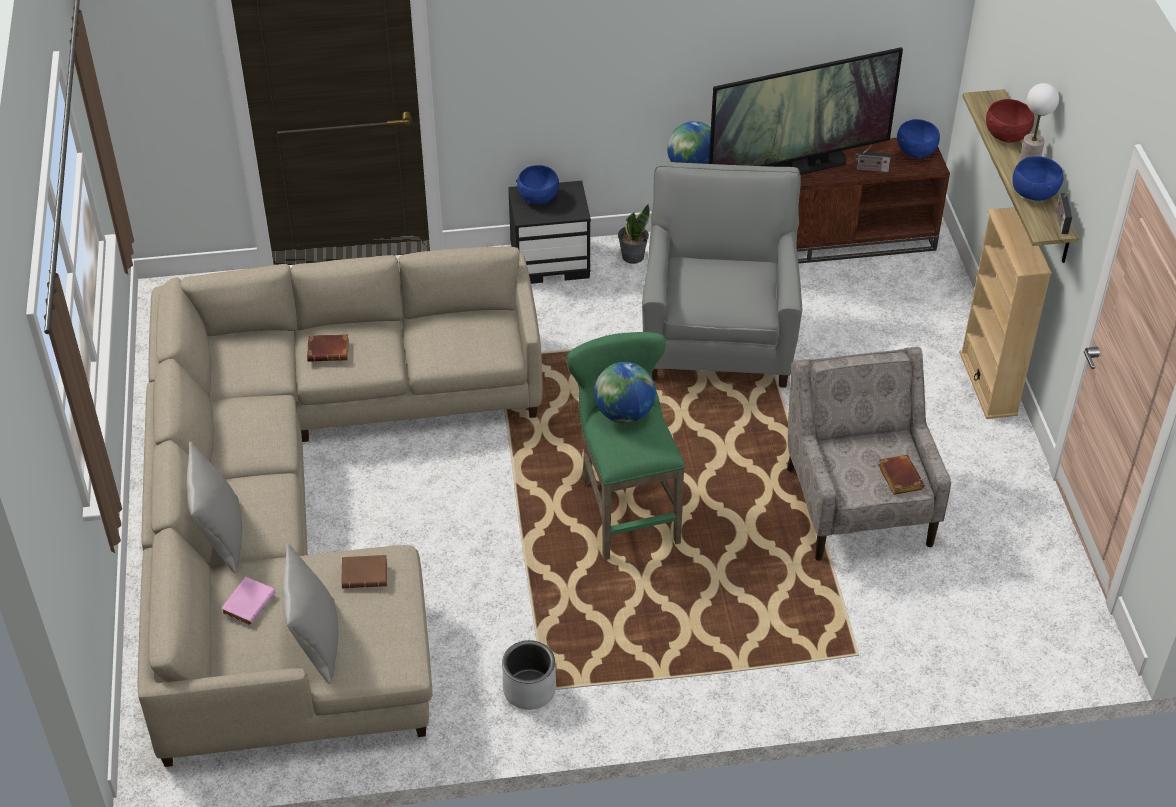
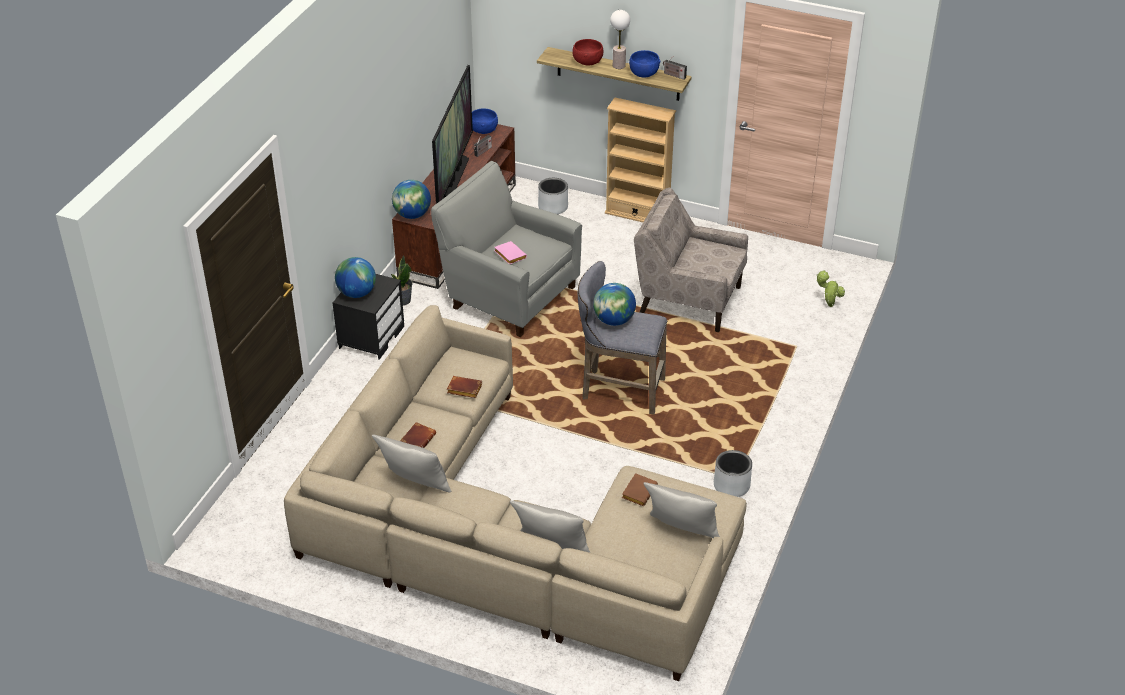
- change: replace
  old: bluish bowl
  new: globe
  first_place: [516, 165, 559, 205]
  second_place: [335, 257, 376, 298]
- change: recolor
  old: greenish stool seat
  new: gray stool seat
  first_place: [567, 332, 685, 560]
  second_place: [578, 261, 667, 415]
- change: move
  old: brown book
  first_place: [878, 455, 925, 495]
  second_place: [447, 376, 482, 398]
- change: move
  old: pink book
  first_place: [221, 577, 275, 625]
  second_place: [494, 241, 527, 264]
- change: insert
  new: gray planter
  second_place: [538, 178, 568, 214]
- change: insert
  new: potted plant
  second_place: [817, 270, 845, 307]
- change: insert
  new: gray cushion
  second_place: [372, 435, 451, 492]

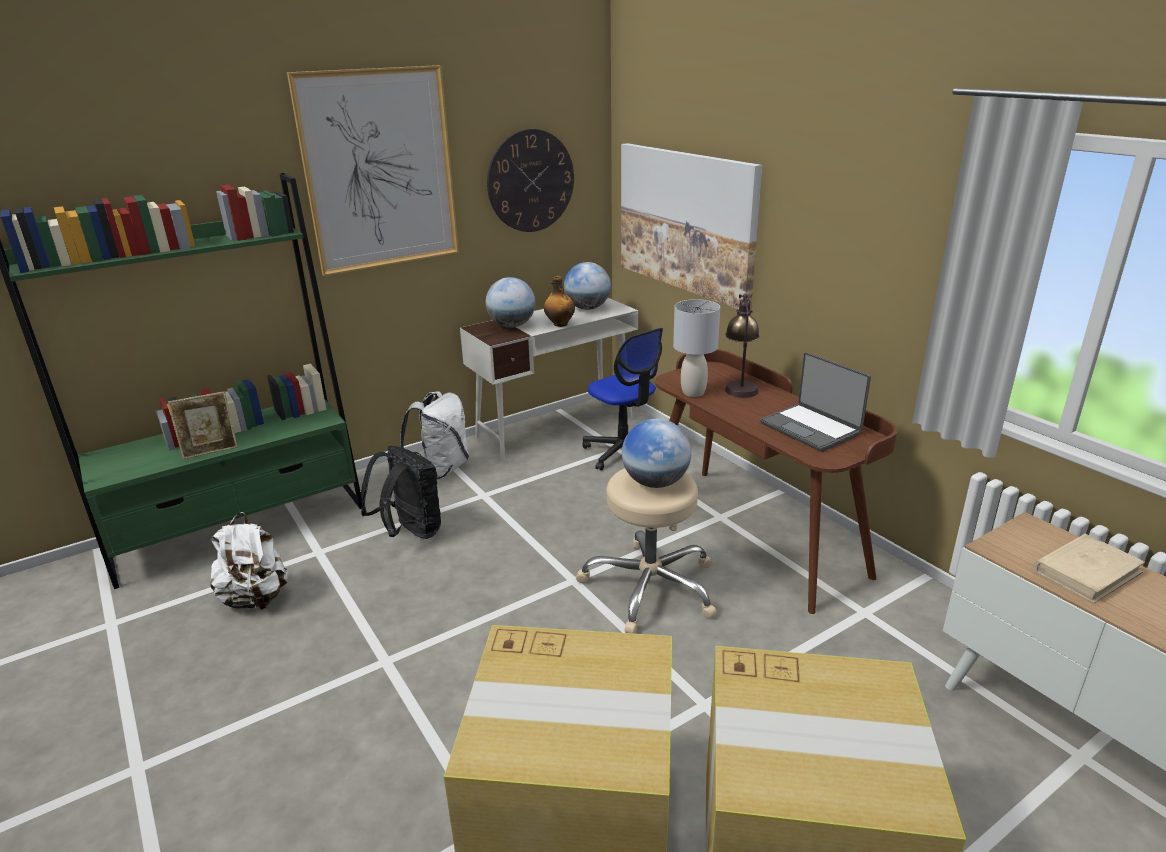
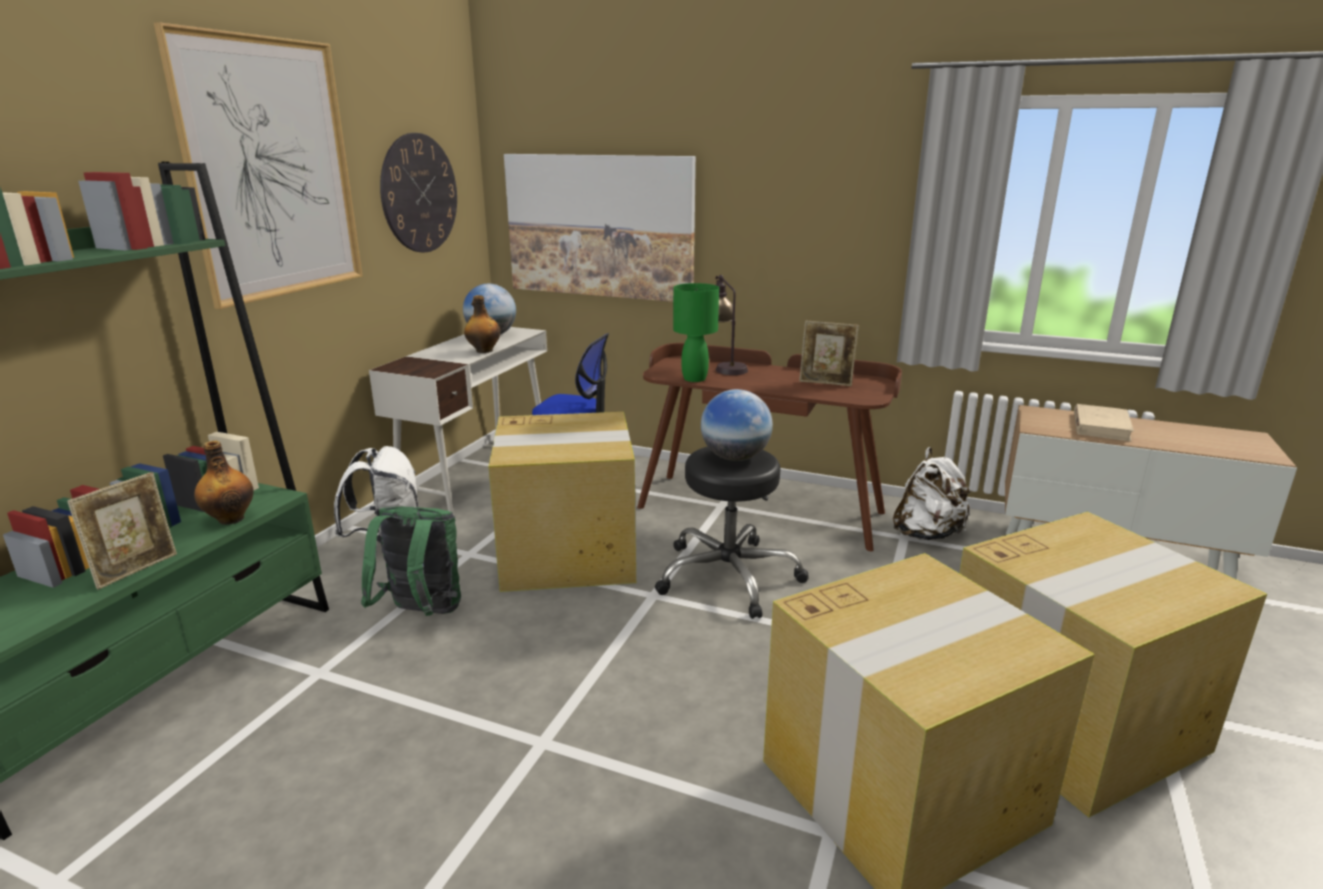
- change: delete
  old: globe
  first_place: [486, 277, 535, 327]
- change: recolor
  old: gray lamp for a table
  new: greenish lamp for a table
  first_place: [673, 299, 720, 397]
  second_place: [673, 283, 719, 382]
- change: replace
  old: laptop
  new: picture frame
  first_place: [760, 352, 871, 452]
  second_place: [799, 321, 859, 386]
- change: recolor
  old: black backpack
  new: greenish backpack
  first_place: [361, 446, 441, 539]
  second_place: [361, 507, 461, 616]
- change: recolor
  old: beige stool seat
  new: black stool seat
  first_place: [576, 468, 717, 634]
  second_place: [655, 447, 809, 619]
- change: move
  old: white-coloured backpack
  first_place: [210, 512, 288, 610]
  second_place: [893, 447, 972, 540]
- change: insert
  new: carton
  second_place: [488, 412, 636, 592]
- change: insert
  new: bottle
  second_place: [194, 440, 254, 525]

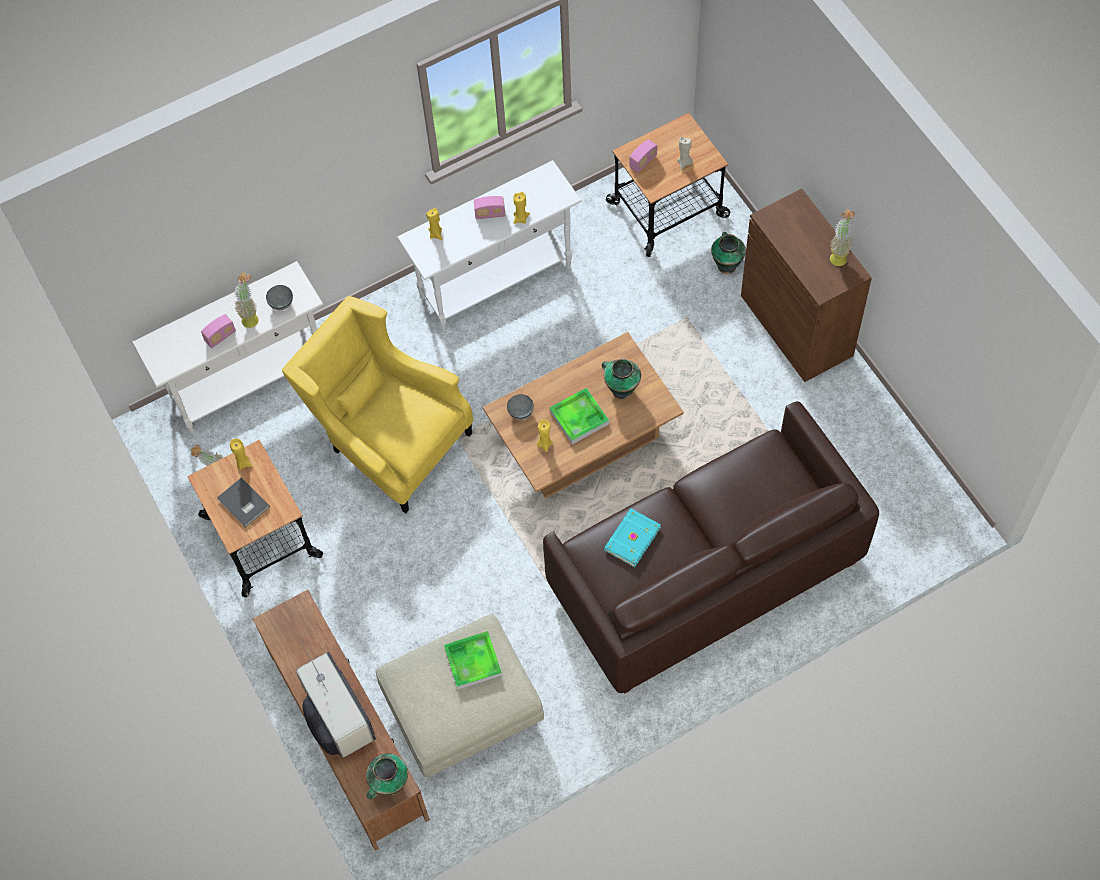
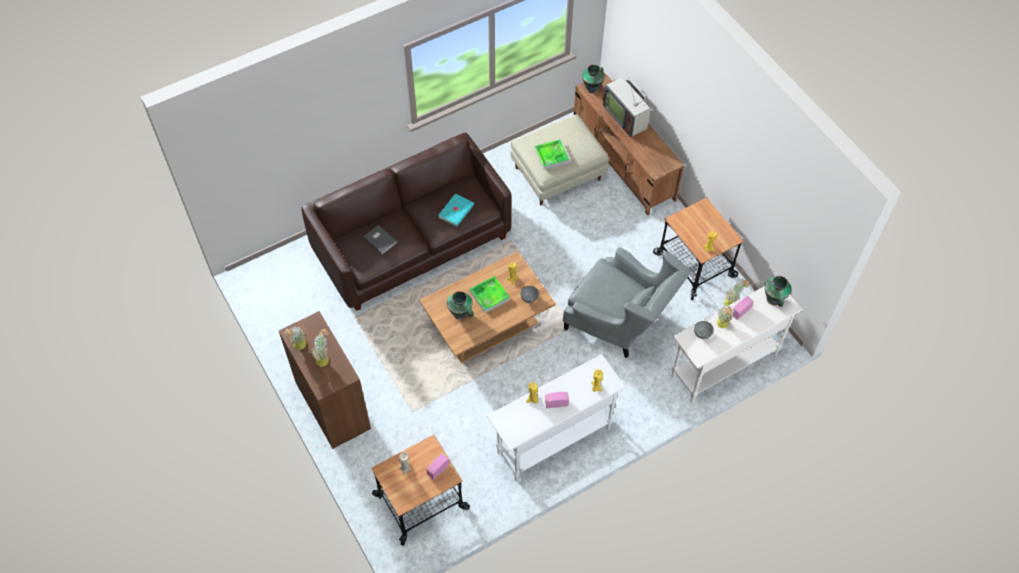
- change: move
  old: decorative vase
  first_place: [711, 232, 746, 274]
  second_place: [765, 276, 791, 307]
- change: recolor
  old: yellowish lounge chair
  new: gray lounge chair
  first_place: [282, 296, 473, 513]
  second_place: [563, 247, 691, 358]
- change: move
  old: gray book
  first_place: [217, 478, 270, 527]
  second_place: [363, 225, 397, 255]
- change: insert
  new: potted plant
  second_place: [312, 328, 329, 367]

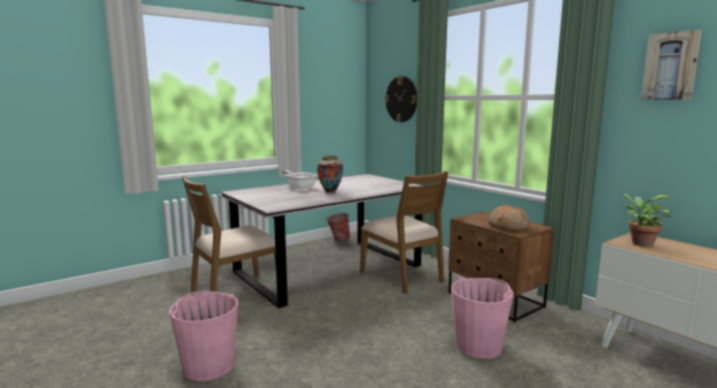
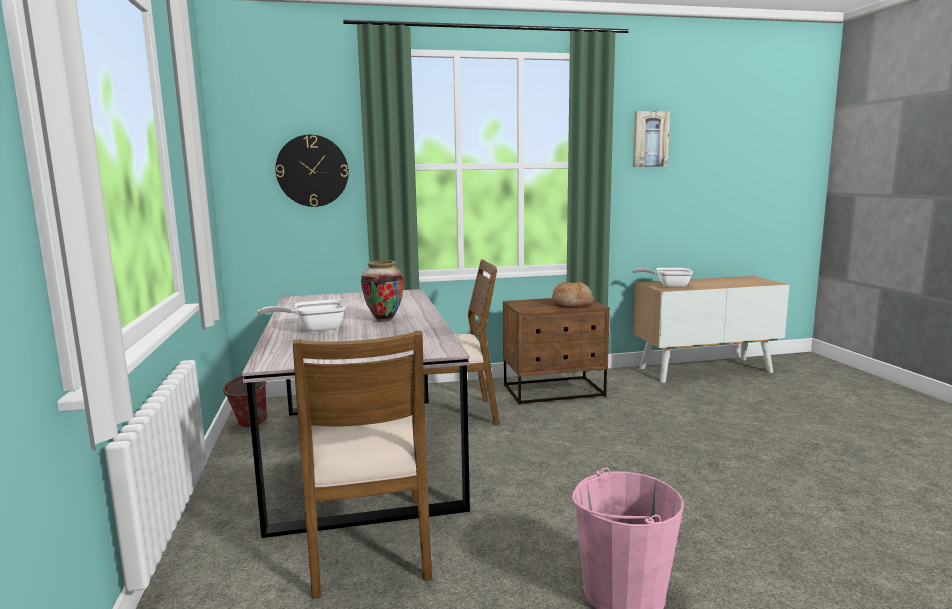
- change: replace
  old: potted plant
  new: frying pan
  first_place: [623, 194, 671, 247]
  second_place: [633, 268, 693, 288]
- change: delete
  old: pink bucket
  first_place: [451, 277, 513, 359]

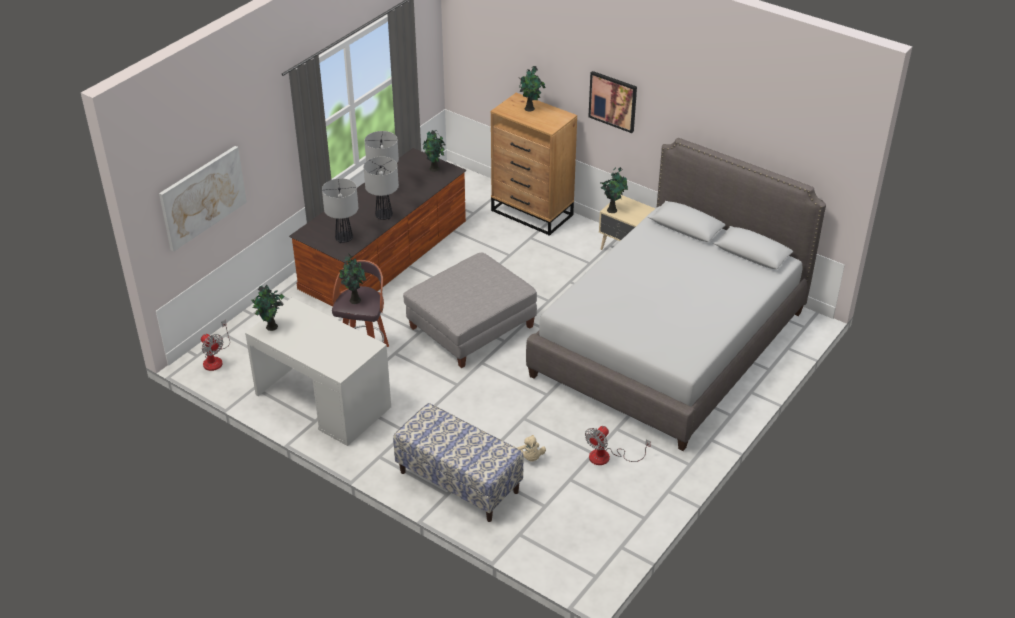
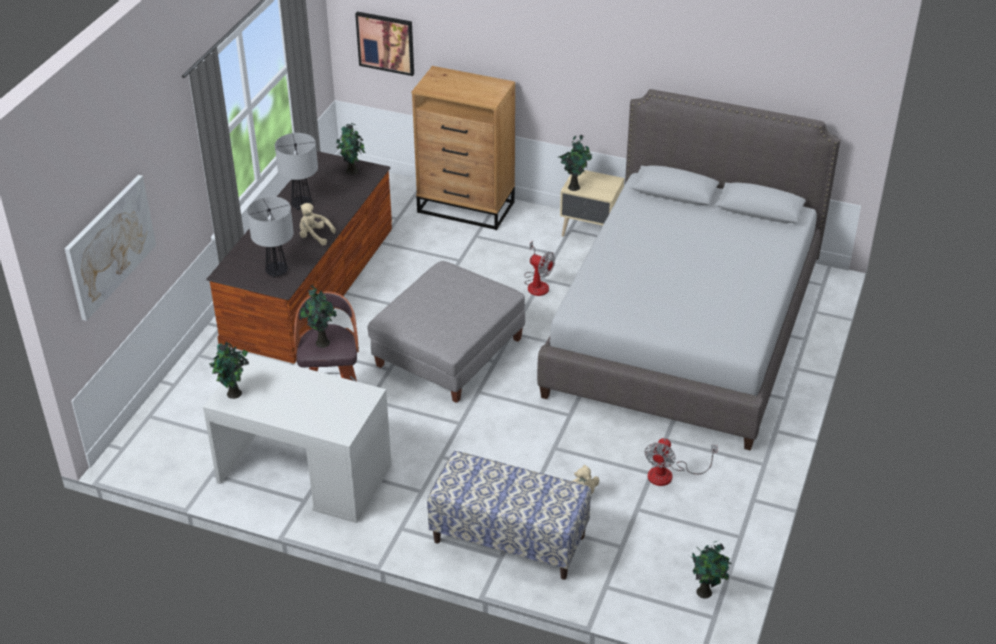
- change: move
  old: potted plant
  first_place: [519, 66, 546, 111]
  second_place: [692, 541, 731, 599]
- change: move
  old: wall picture
  first_place: [588, 71, 637, 133]
  second_place: [355, 12, 414, 76]
- change: replace
  old: lamp for a table
  new: beige plush toy
  first_place: [363, 156, 399, 220]
  second_place: [300, 203, 336, 245]
- change: move
  old: electric fan
  first_place: [201, 320, 230, 371]
  second_place: [524, 241, 555, 296]

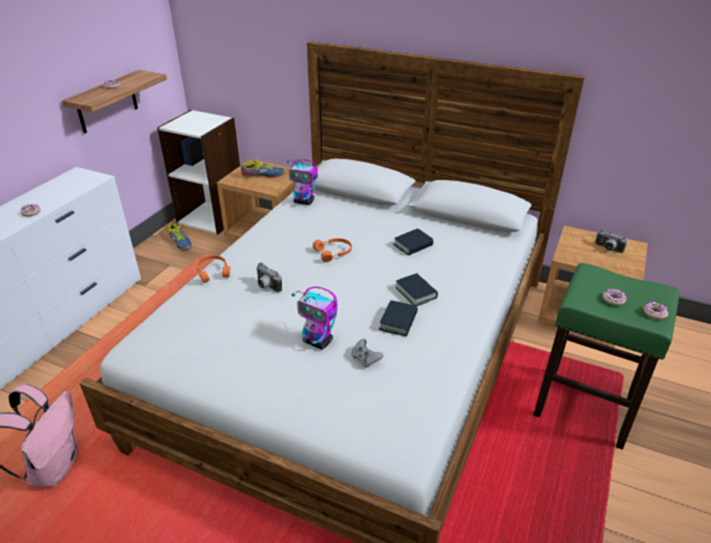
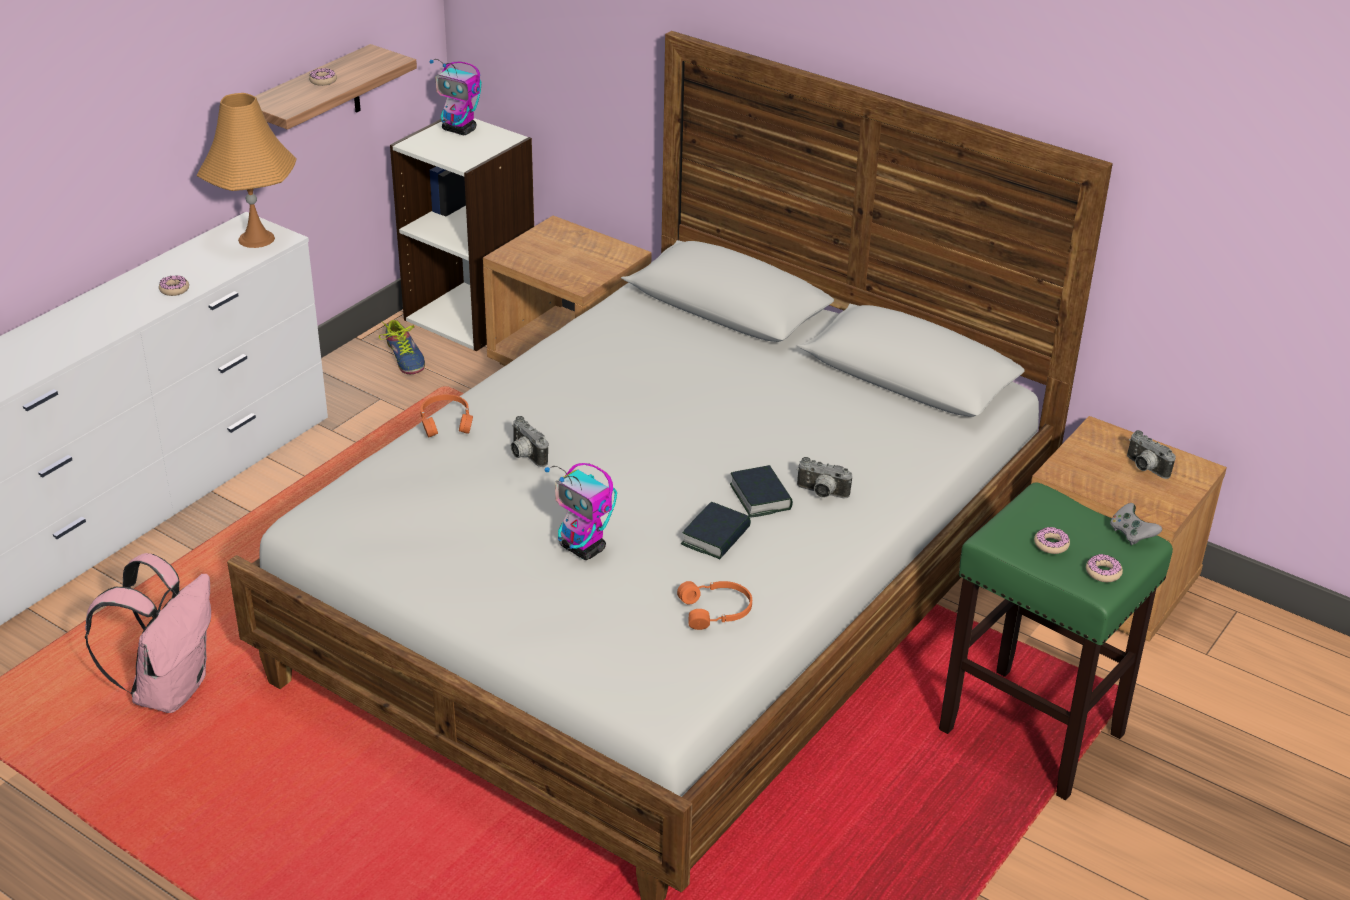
- change: delete
  old: shoe
  first_place: [241, 159, 285, 178]
- change: move
  old: robot figure
  first_place: [287, 159, 318, 205]
  second_place: [429, 59, 481, 135]
- change: delete
  old: book
  first_place: [393, 229, 433, 256]
- change: move
  old: orange headset
  first_place: [313, 238, 352, 262]
  second_place: [677, 581, 752, 630]
- change: move
  old: gray game controller
  first_place: [351, 339, 384, 368]
  second_place: [1110, 503, 1162, 545]
- change: insert
  new: orange lamp for a table
  second_place: [197, 93, 297, 248]
- change: insert
  new: photo camera
  second_place: [797, 457, 852, 498]

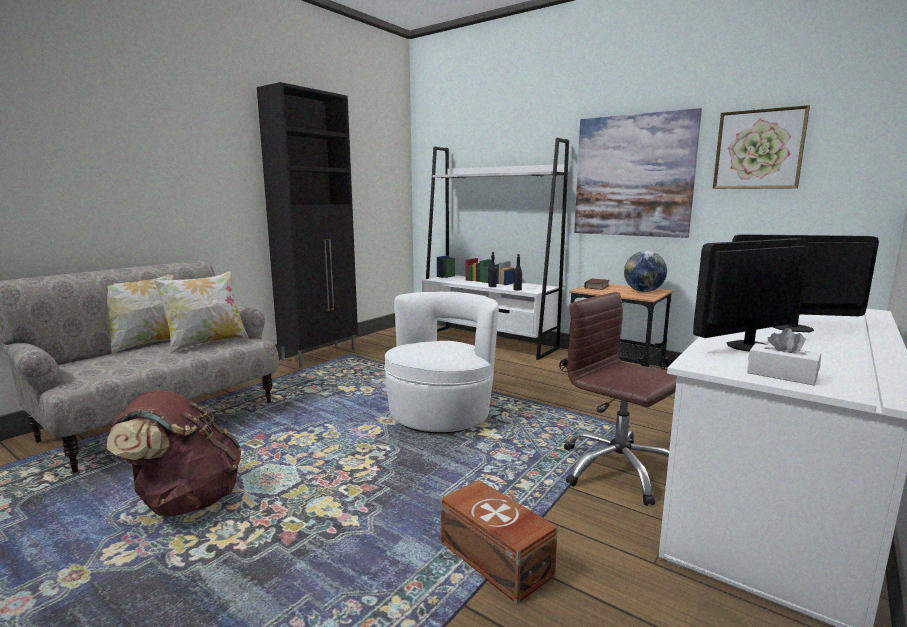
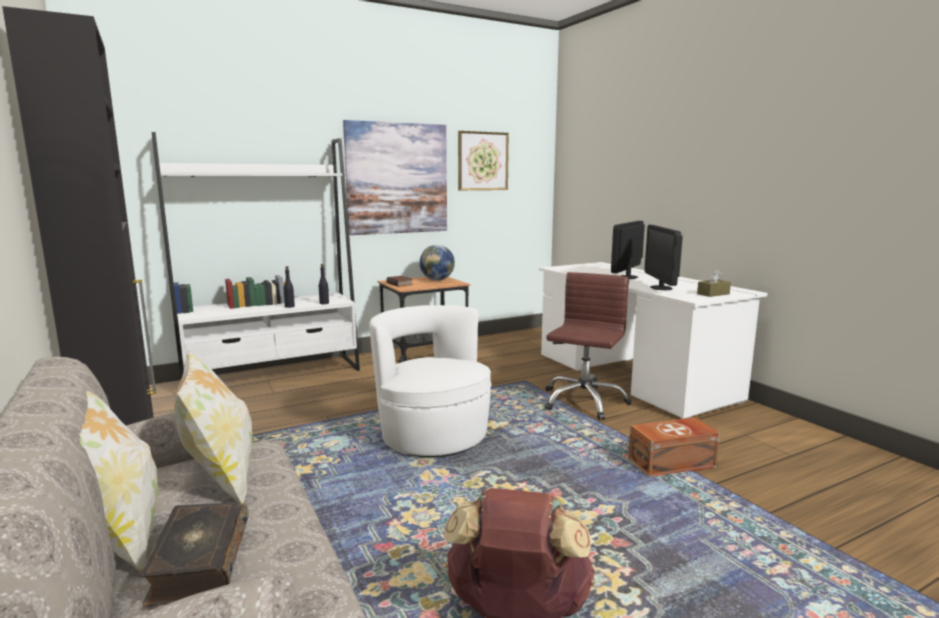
- change: rotate
  old: brown office chair
  first_place: [564, 292, 677, 506]
  second_place: [545, 272, 632, 420]
  degrees: 135
- change: recolor
  old: white-coloured box of tissues
  new: brown box of tissues
  first_place: [747, 328, 821, 385]
  second_place: [697, 270, 731, 297]
- change: insert
  new: book
  second_place: [139, 502, 248, 607]

